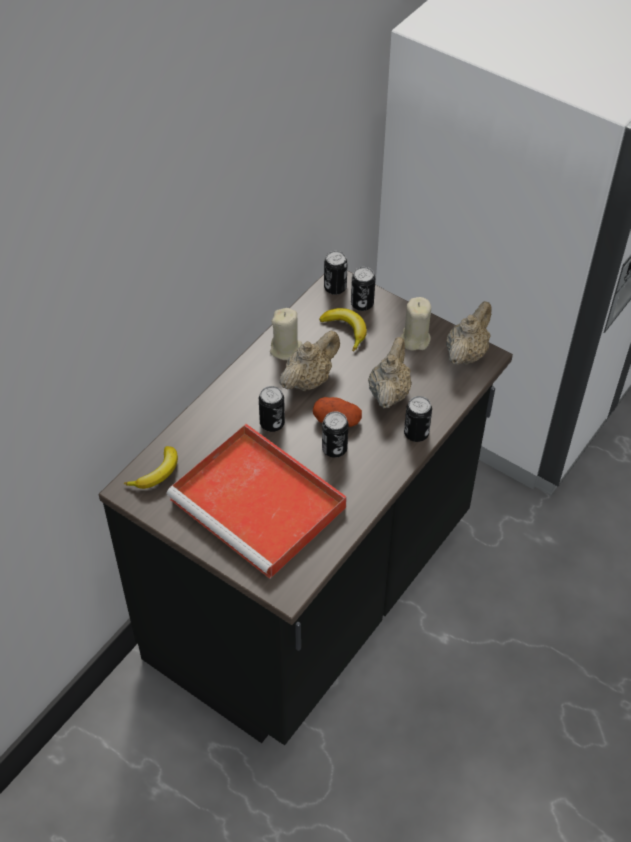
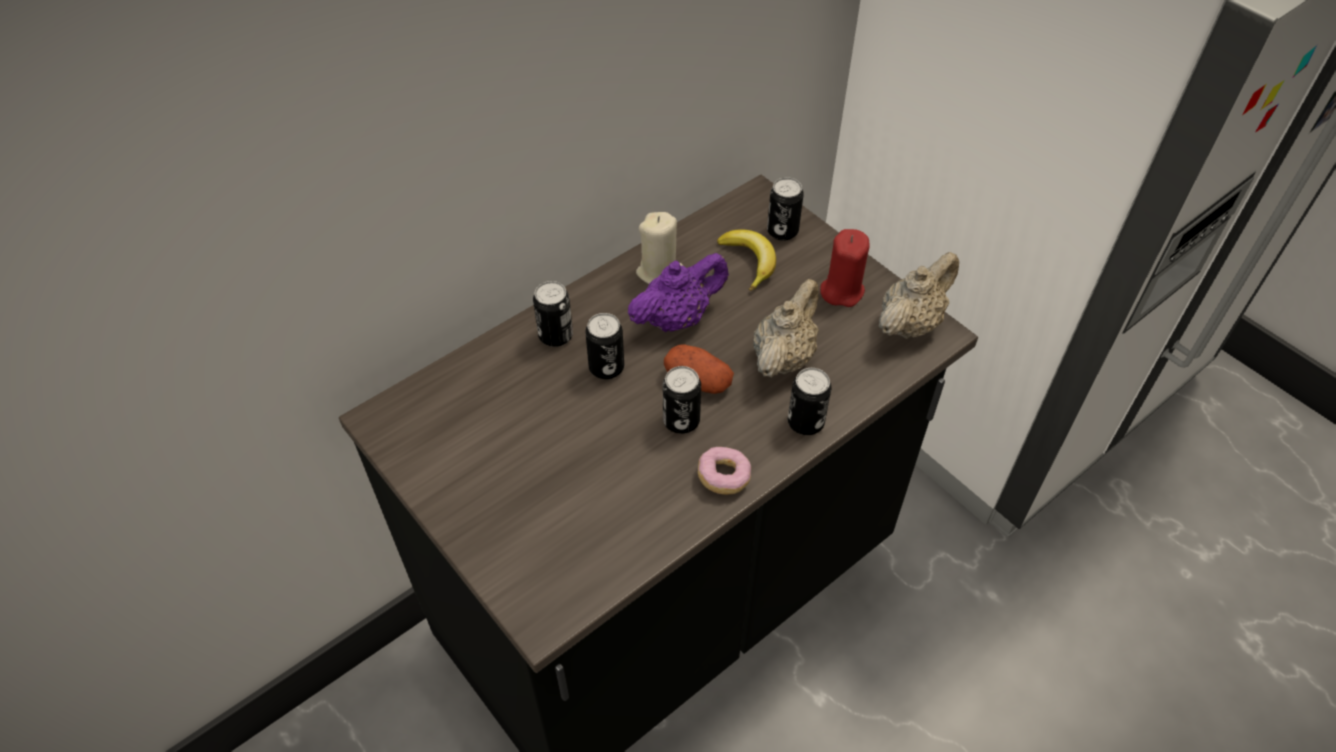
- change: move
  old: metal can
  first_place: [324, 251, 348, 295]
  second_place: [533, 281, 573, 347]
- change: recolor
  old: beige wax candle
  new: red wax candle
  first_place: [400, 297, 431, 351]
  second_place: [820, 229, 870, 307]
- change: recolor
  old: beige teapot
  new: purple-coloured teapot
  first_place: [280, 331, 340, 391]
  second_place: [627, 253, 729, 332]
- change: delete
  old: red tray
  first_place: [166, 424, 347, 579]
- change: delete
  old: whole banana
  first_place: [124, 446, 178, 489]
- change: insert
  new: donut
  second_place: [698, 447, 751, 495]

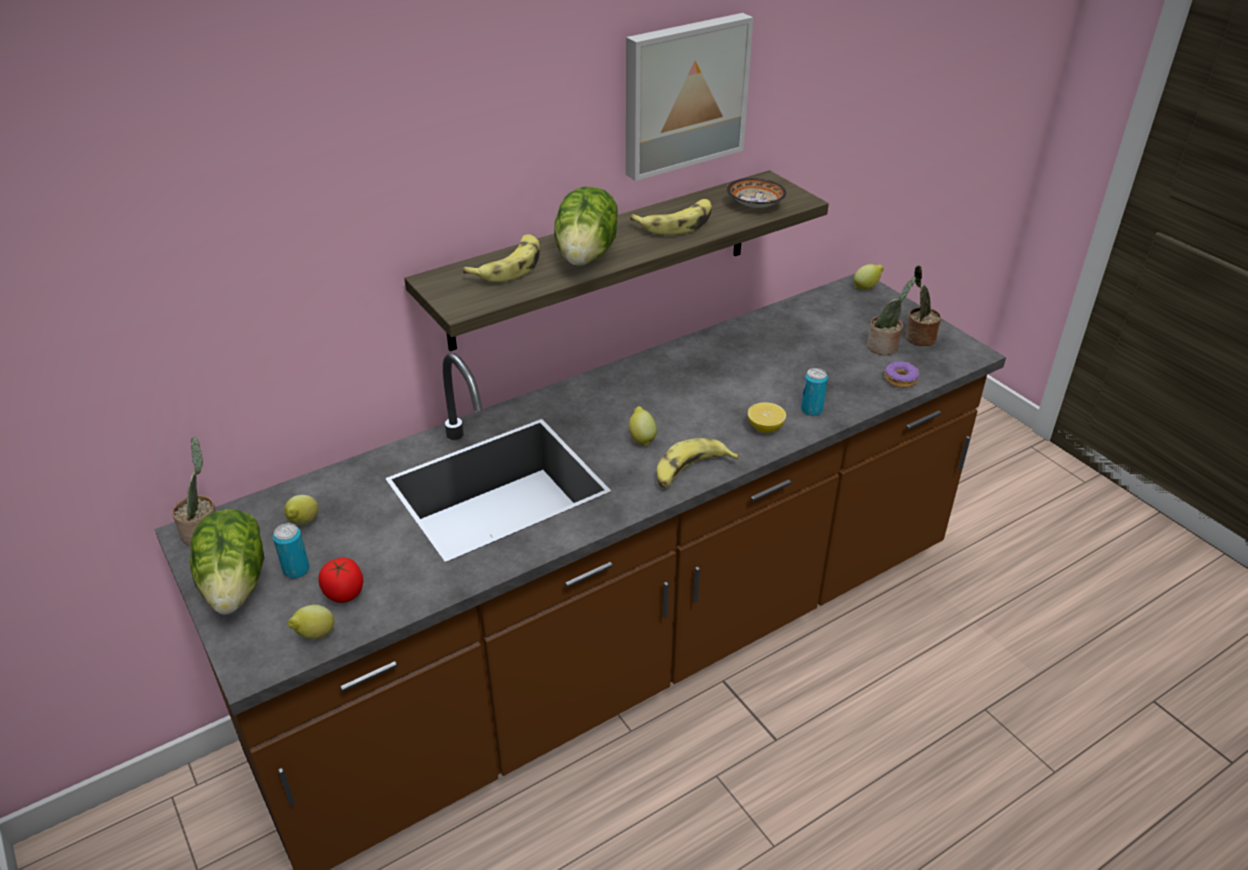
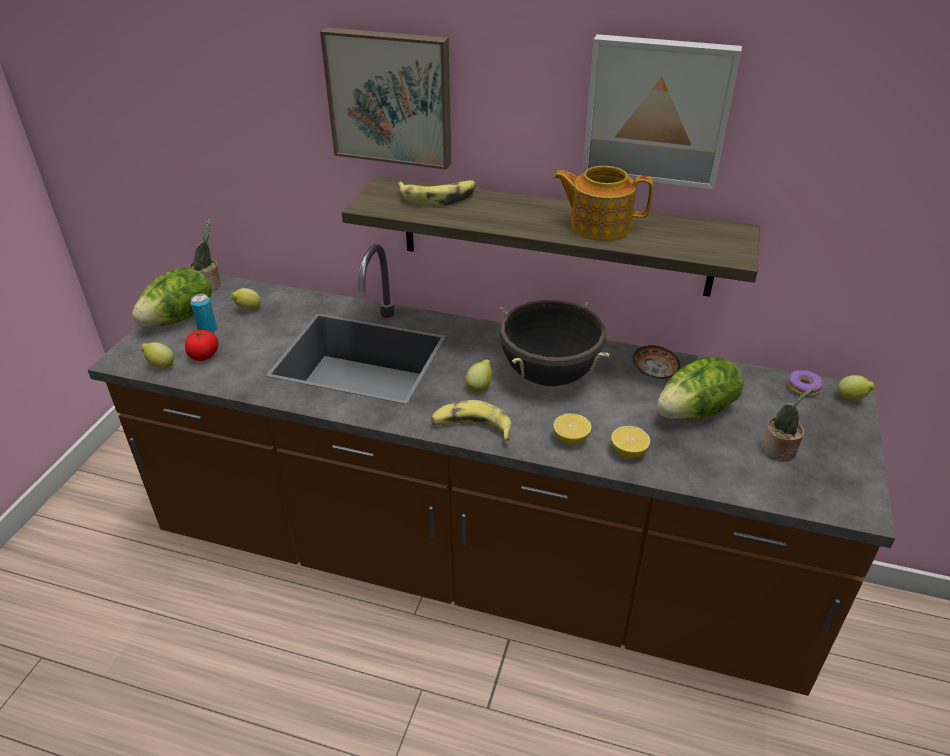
- change: move
  old: bowl
  first_place: [727, 178, 786, 208]
  second_place: [633, 345, 680, 379]
- change: move
  old: lettuce head
  first_place: [554, 187, 618, 266]
  second_place: [656, 357, 744, 420]
- change: replace
  old: whole banana
  new: teapot
  first_place: [630, 199, 712, 235]
  second_place: [553, 166, 653, 241]
- change: delete
  old: potted plant
  first_place: [905, 265, 941, 346]
- change: move
  old: donut
  first_place: [884, 361, 920, 388]
  second_place: [787, 370, 823, 397]
- change: replace
  old: metal can
  new: citrus fruit
  first_place: [801, 368, 828, 416]
  second_place: [611, 426, 650, 458]
- change: insert
  new: wall picture
  second_place: [320, 27, 451, 170]
- change: insert
  new: black saucepot
  second_place: [500, 300, 610, 386]

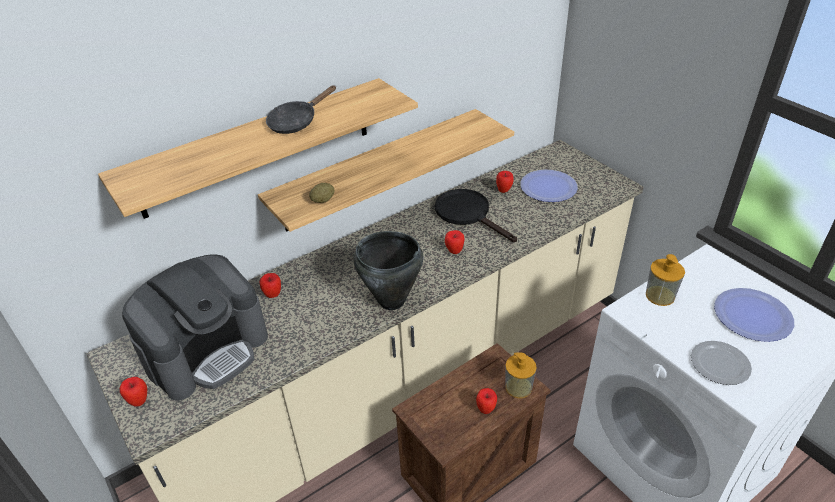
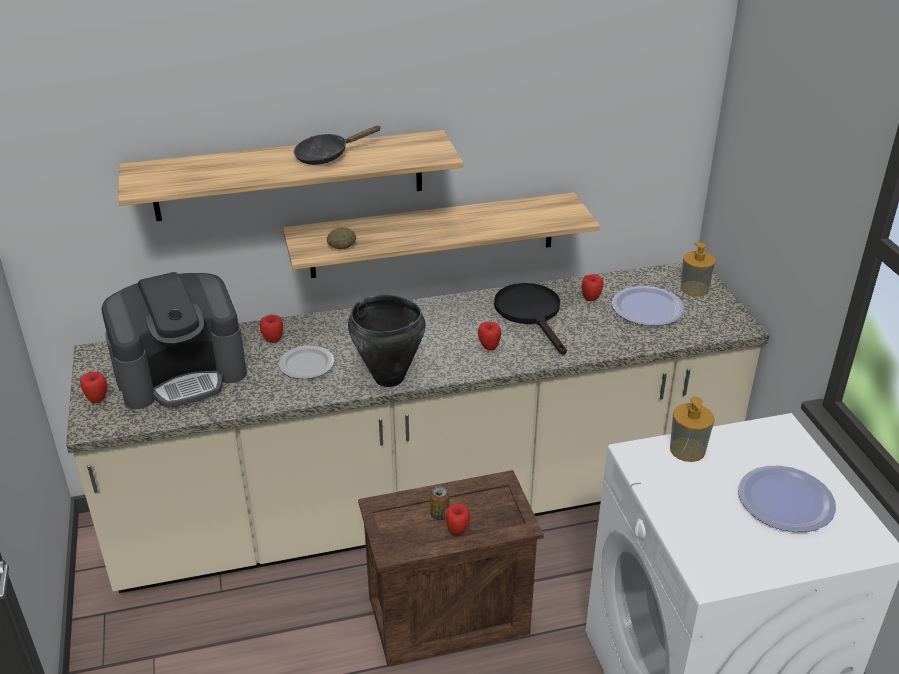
- change: move
  old: dinner plate
  first_place: [691, 341, 752, 385]
  second_place: [279, 346, 334, 379]
- change: move
  old: soap dispenser
  first_place: [505, 352, 537, 398]
  second_place: [681, 242, 716, 296]
- change: insert
  new: metal can
  second_place: [430, 486, 449, 520]

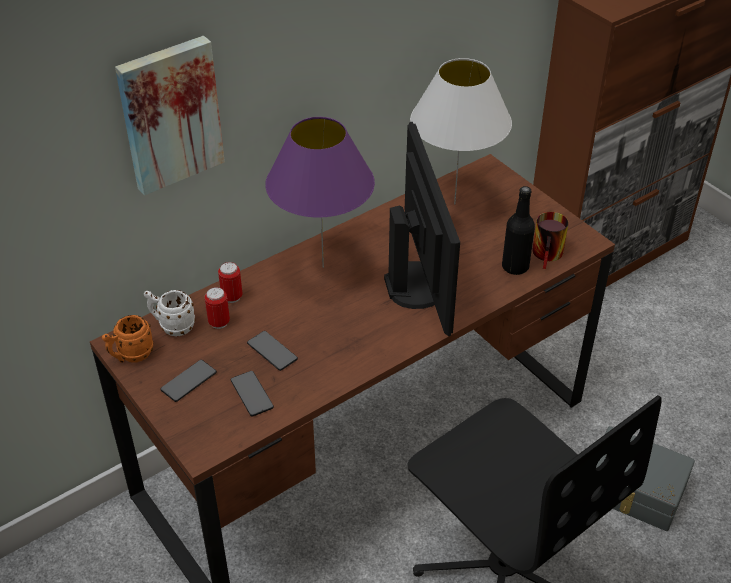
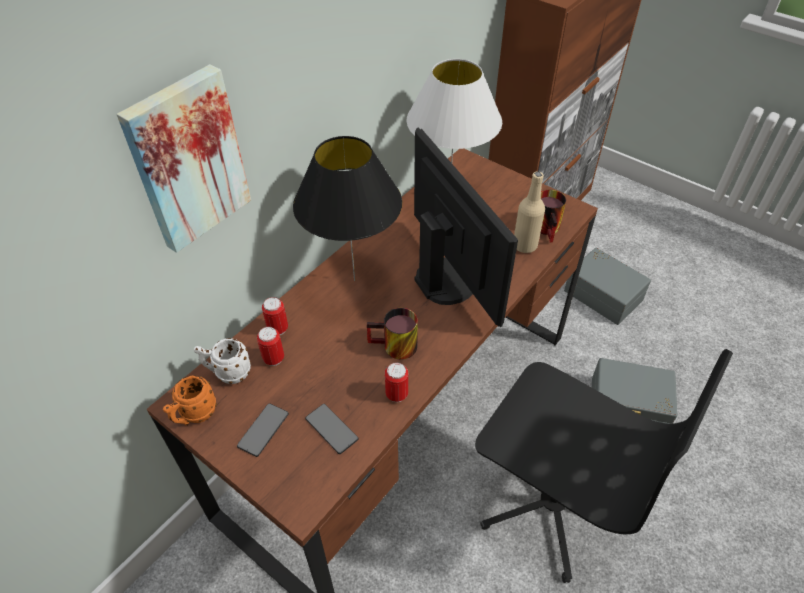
- change: recolor
  old: purple-coloured lamp for a table
  new: black lamp for a table
  first_place: [265, 117, 375, 268]
  second_place: [293, 136, 402, 281]
- change: recolor
  old: black bottle
  new: beige bottle
  first_place: [502, 186, 535, 275]
  second_place: [514, 171, 545, 253]
- change: delete
  old: handset
  first_place: [247, 331, 298, 371]
- change: insert
  new: gray storage container
  second_place: [564, 248, 651, 325]
- change: insert
  new: mug
  second_place: [367, 308, 418, 360]
- change: insert
  new: metal can
  second_place: [385, 362, 408, 402]

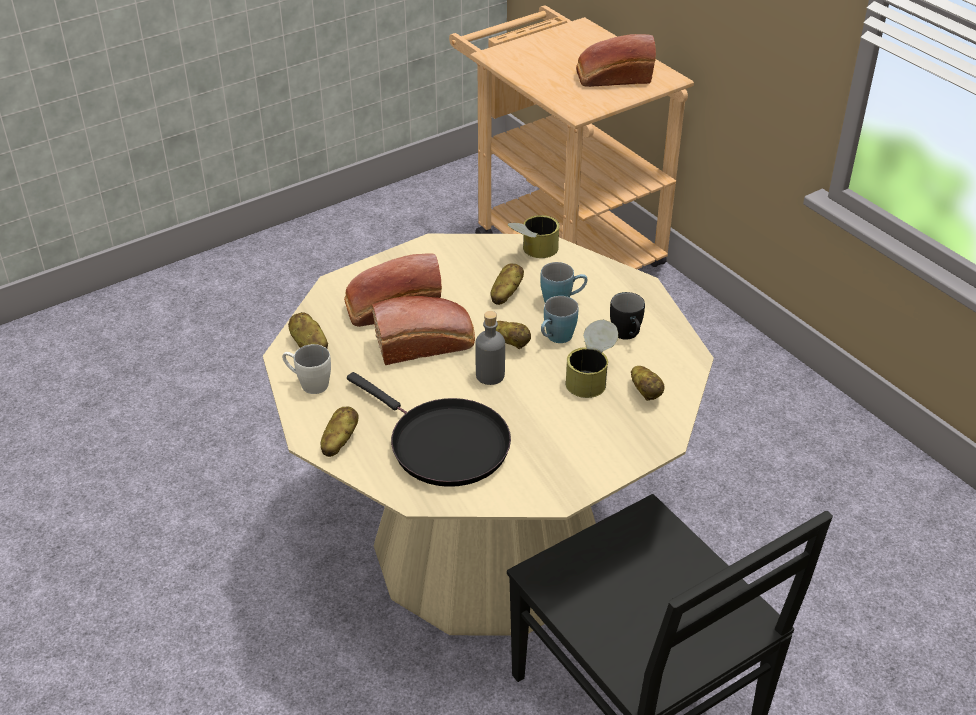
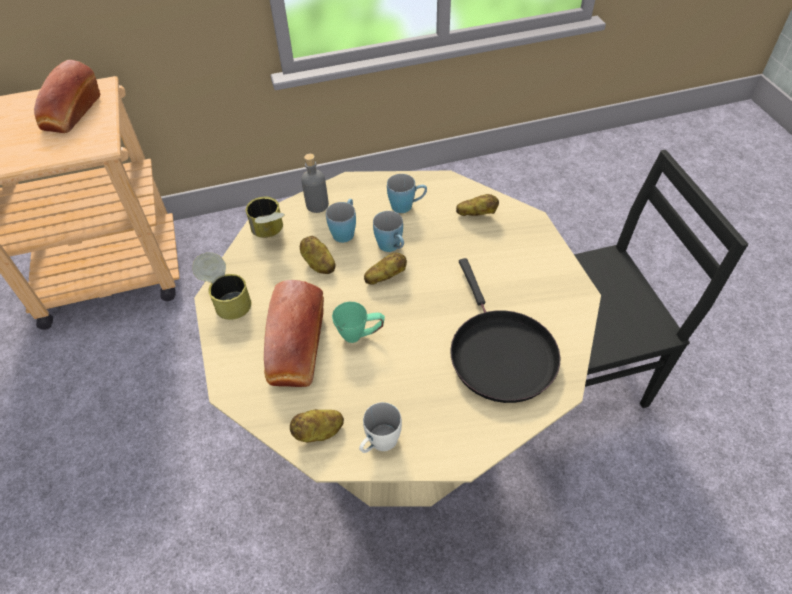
- change: recolor
  old: black mug
  new: bluish mug
  first_place: [610, 292, 645, 340]
  second_place: [387, 174, 427, 213]
- change: replace
  old: baked bread
  new: greenish mug
  first_place: [372, 296, 475, 365]
  second_place: [332, 302, 385, 343]
- change: move
  old: gray bottle
  first_place: [476, 311, 505, 385]
  second_place: [301, 154, 329, 213]
- change: move
  old: metal can
  first_place: [565, 320, 618, 398]
  second_place: [192, 252, 252, 320]
- change: rotate
  old: black frying pan
  first_place: [347, 372, 511, 487]
  second_place: [450, 258, 560, 403]
  degrees: 105
- change: delete
  old: whole potato
  first_place: [320, 406, 358, 457]

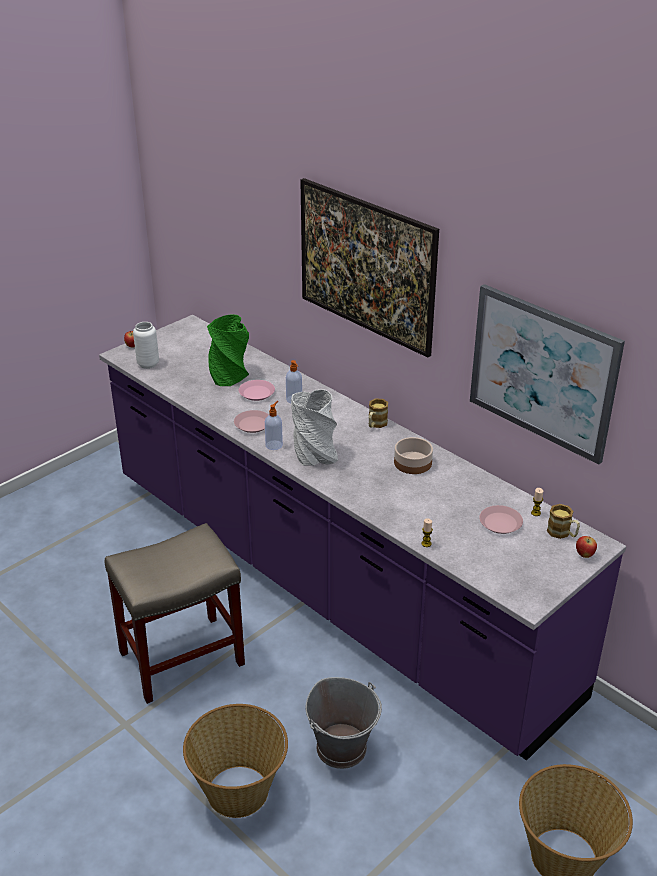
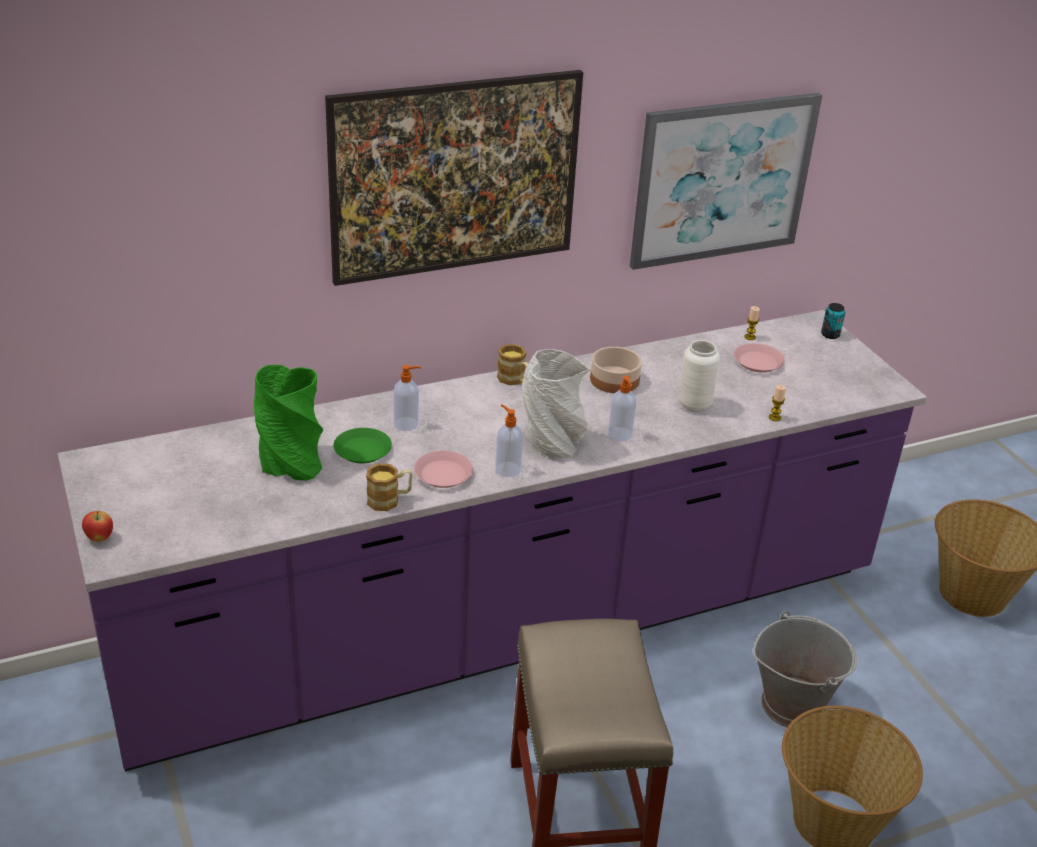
- change: move
  old: white-coloured decorative vase
  first_place: [133, 322, 159, 369]
  second_place: [678, 340, 720, 412]
- change: recolor
  old: pink dinner plate
  new: greenish dinner plate
  first_place: [239, 380, 275, 401]
  second_place: [334, 428, 392, 463]
- change: move
  old: mug
  first_place: [547, 504, 580, 539]
  second_place: [366, 463, 413, 511]
- change: replace
  old: whole apple
  new: metal can
  first_place: [576, 536, 597, 558]
  second_place: [821, 303, 845, 339]
- change: insert
  new: soap dispenser
  second_place: [608, 376, 636, 441]

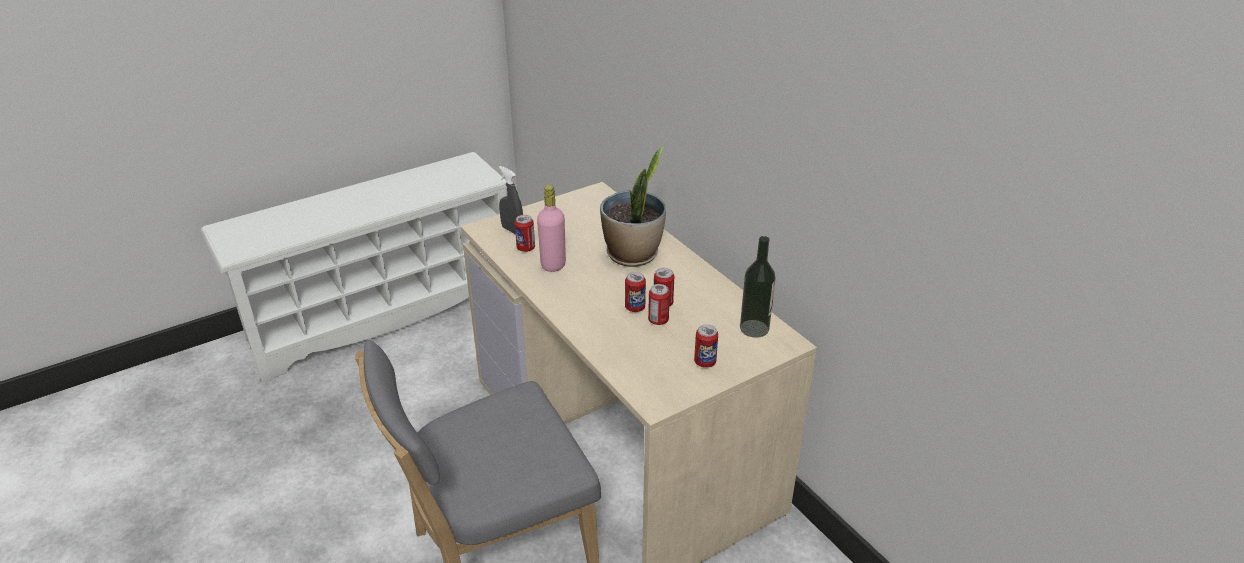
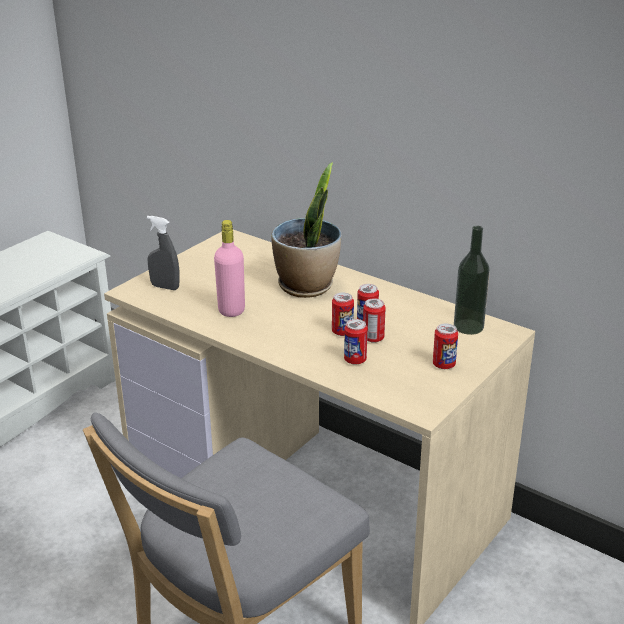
- change: move
  old: metal can
  first_place: [515, 215, 535, 252]
  second_place: [344, 319, 368, 365]

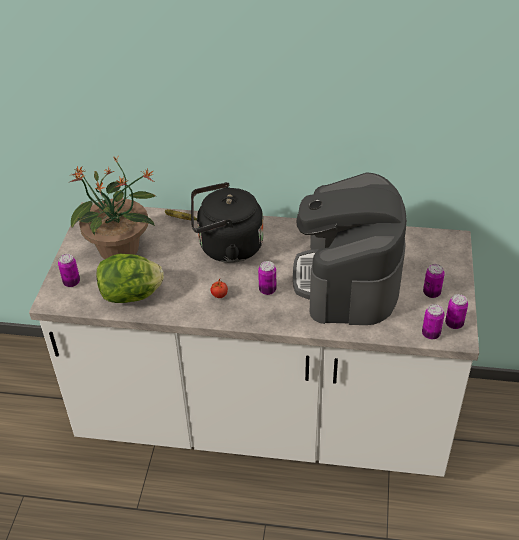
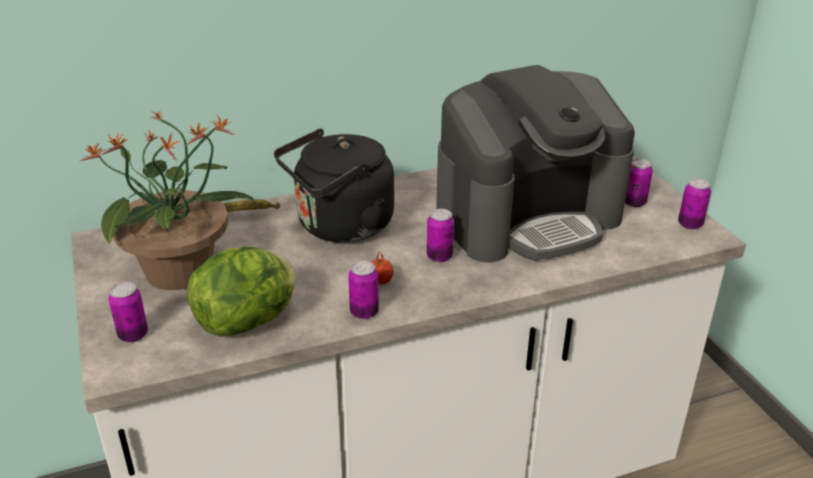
- change: rotate
  old: coffee brewer
  first_place: [293, 172, 407, 325]
  second_place: [436, 65, 635, 263]
  degrees: -90
- change: move
  old: metal can
  first_place: [422, 304, 445, 339]
  second_place: [348, 261, 379, 319]

